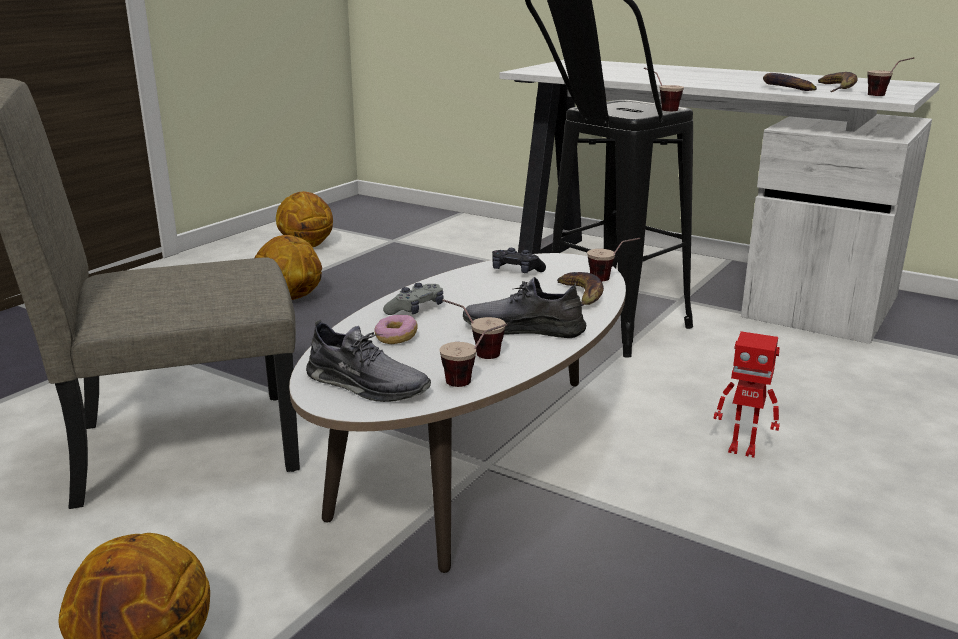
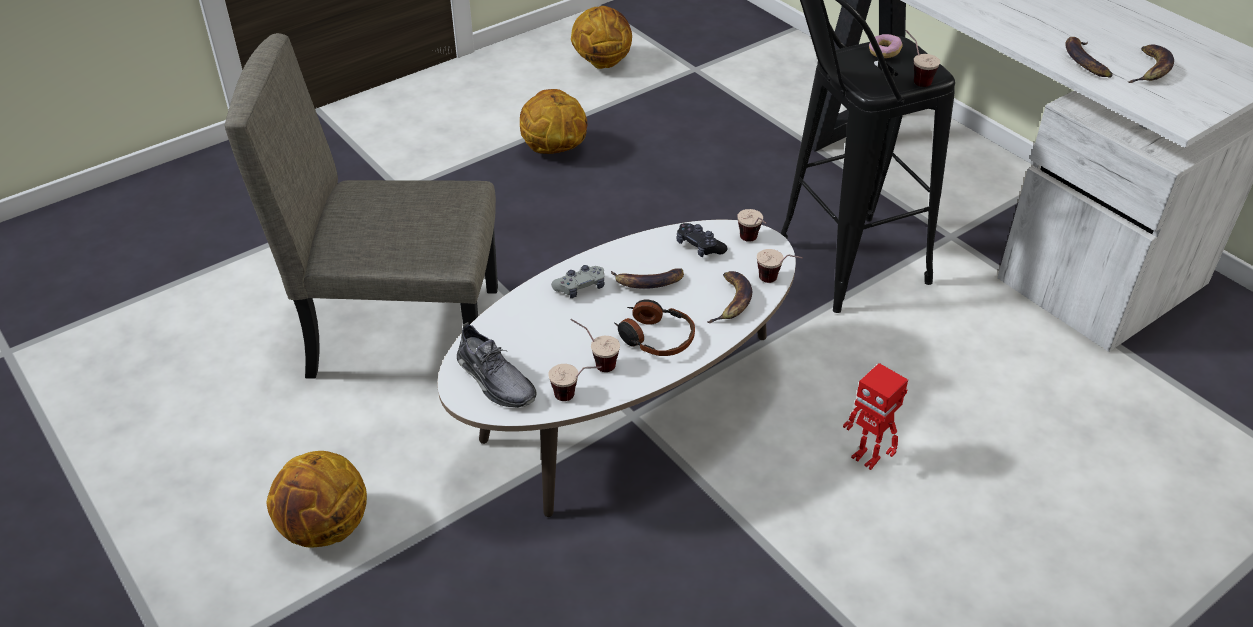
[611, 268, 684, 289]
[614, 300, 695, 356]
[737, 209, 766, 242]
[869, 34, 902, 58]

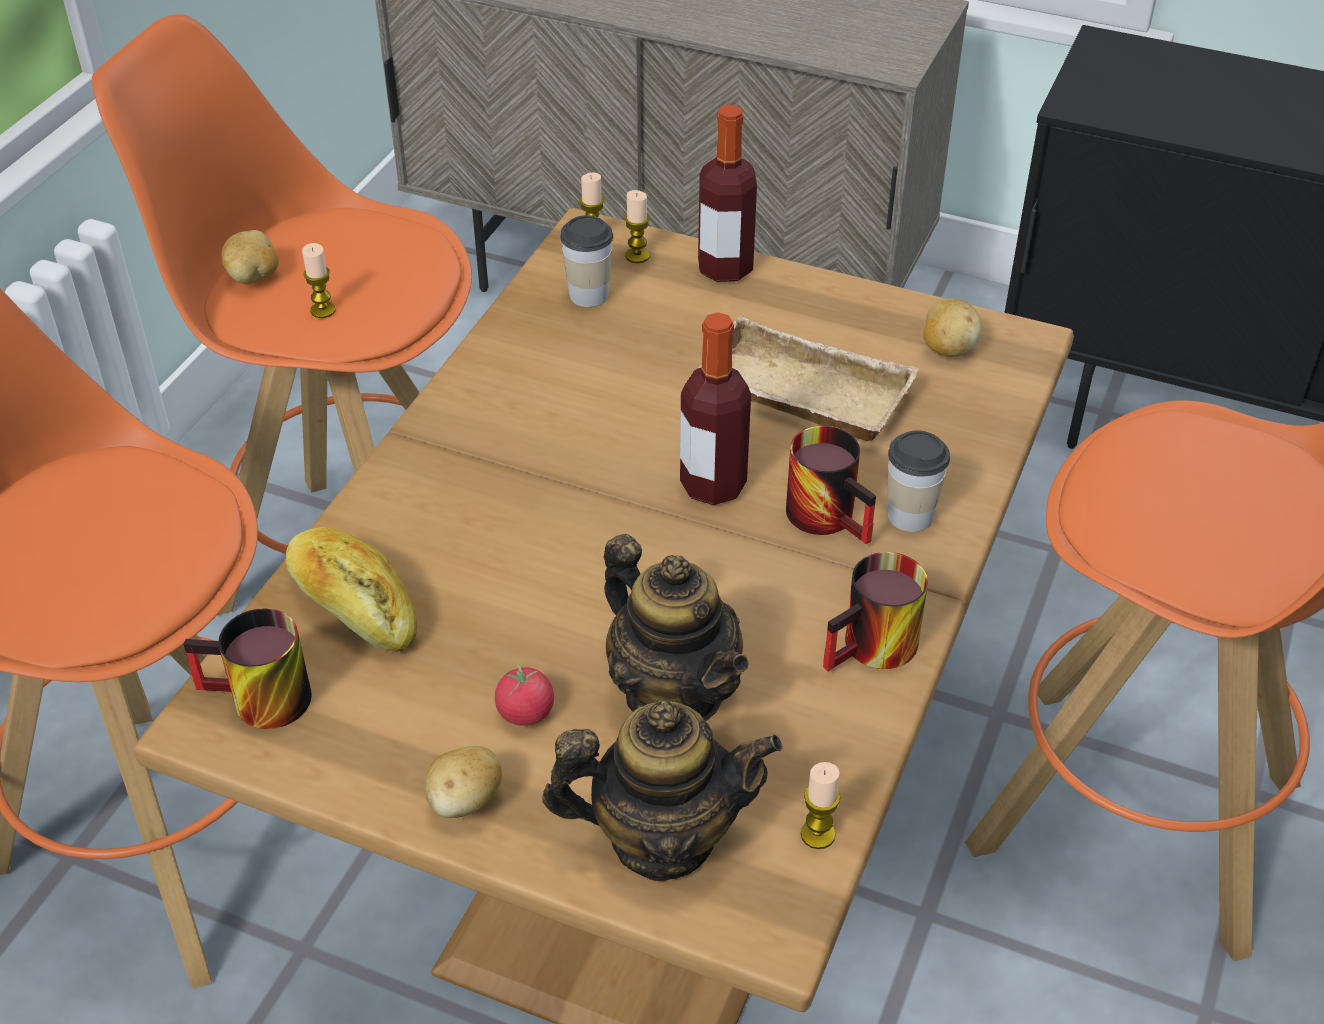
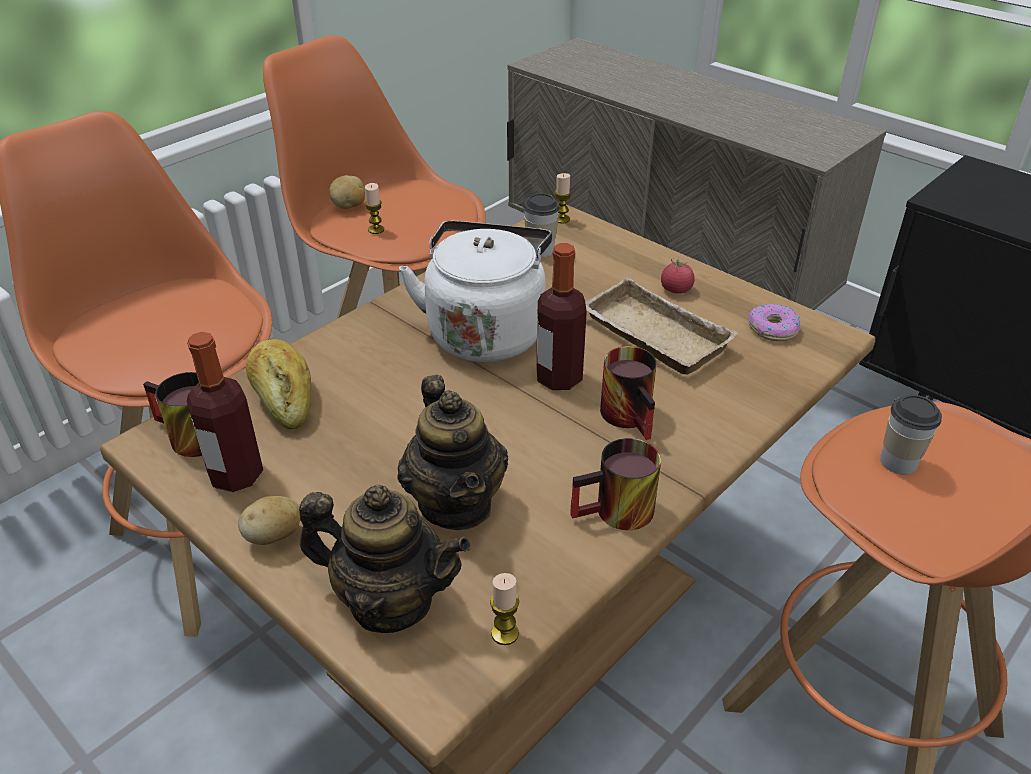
[187, 332, 263, 492]
[399, 221, 552, 363]
[661, 257, 695, 294]
[748, 304, 800, 341]
[880, 395, 942, 475]
[624, 190, 650, 263] (first image)

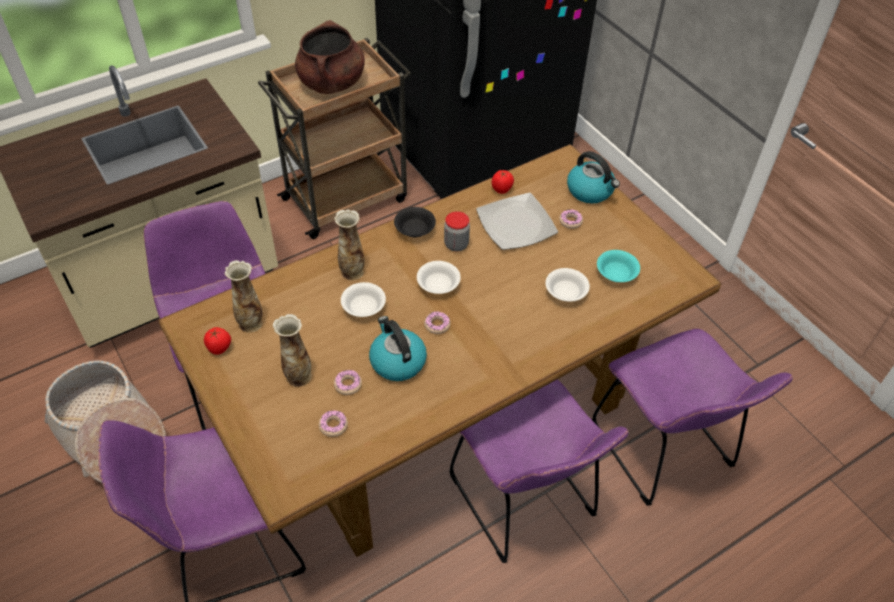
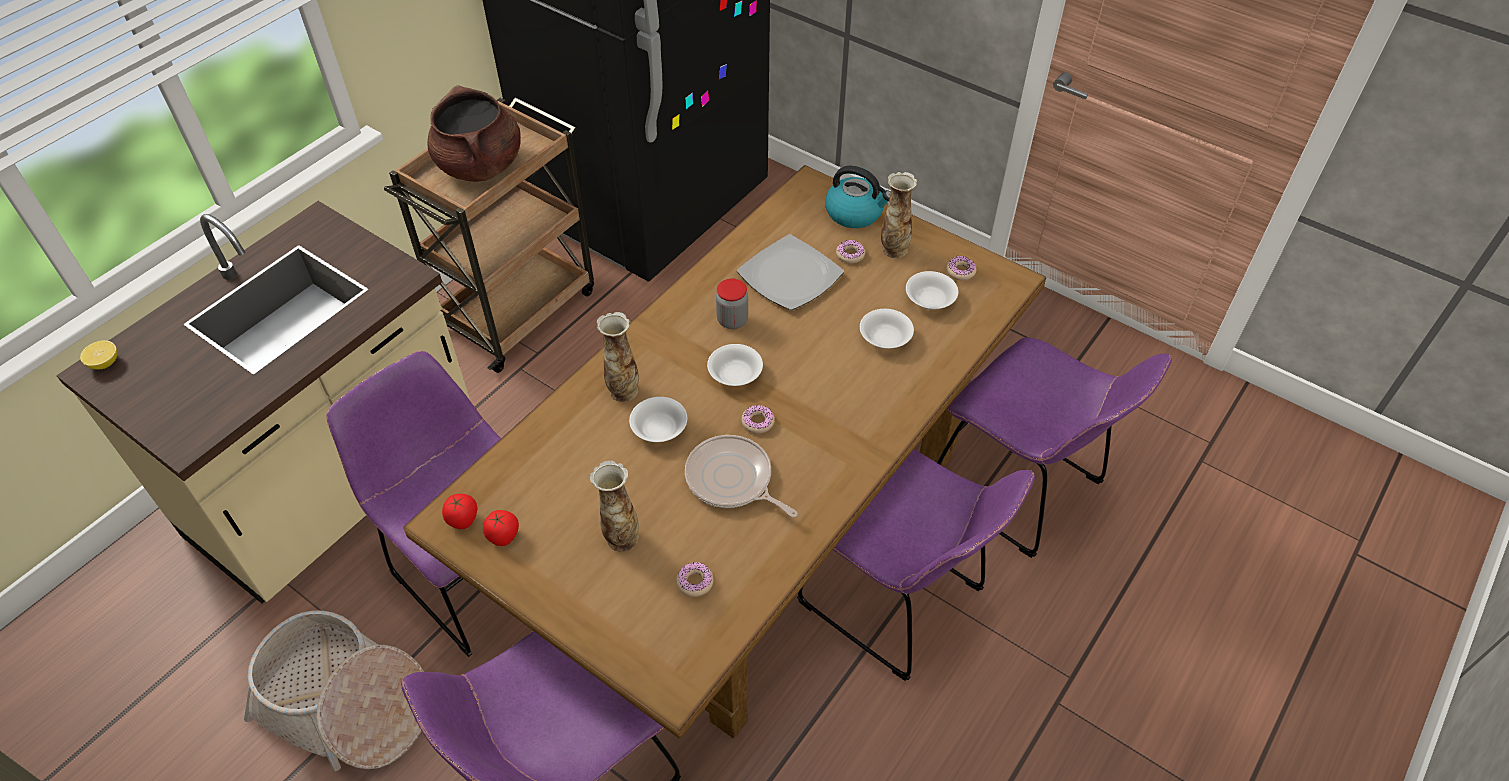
[80, 340, 117, 369]
[442, 494, 477, 529]
[685, 435, 798, 517]
[881, 172, 917, 258]
[906, 271, 958, 310]
[946, 256, 976, 281]
[394, 207, 436, 237] (first image)

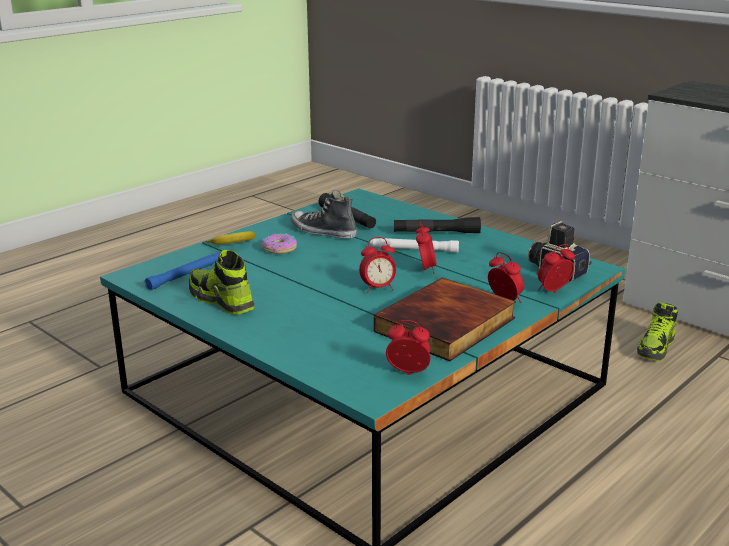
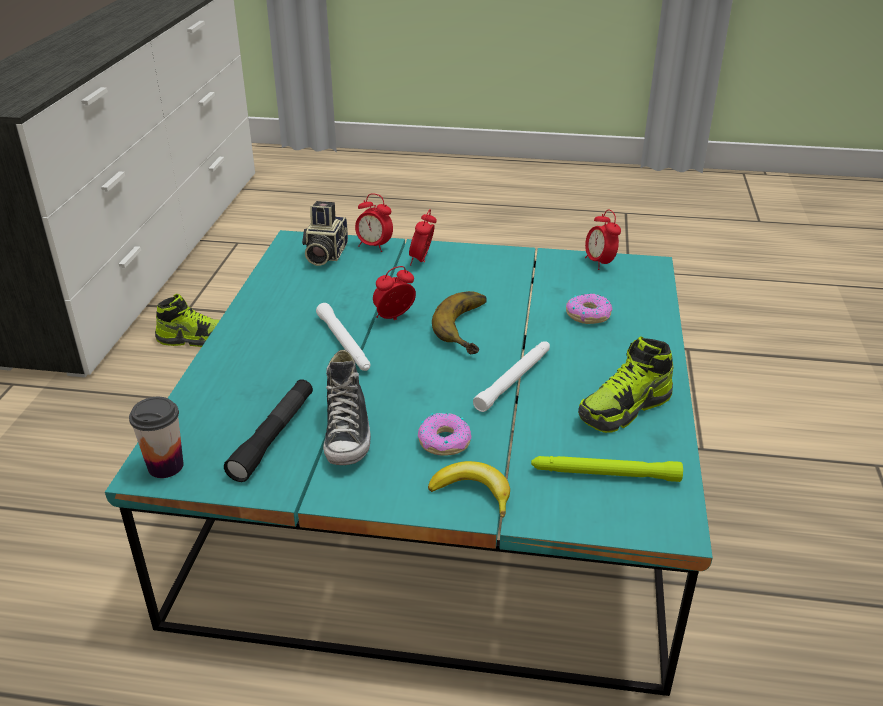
[129, 397, 184, 478]
[432, 291, 486, 354]
[473, 341, 550, 412]
[531, 456, 683, 482]
[566, 293, 613, 324]
[578, 336, 674, 433]
[374, 277, 516, 362] (first image)
[394, 217, 481, 233] (first image)

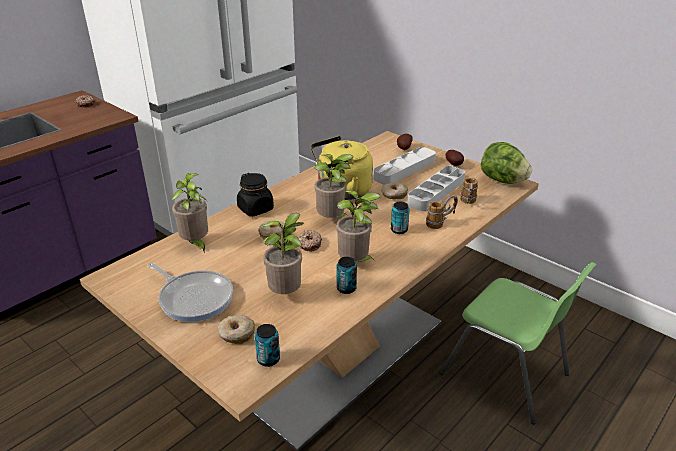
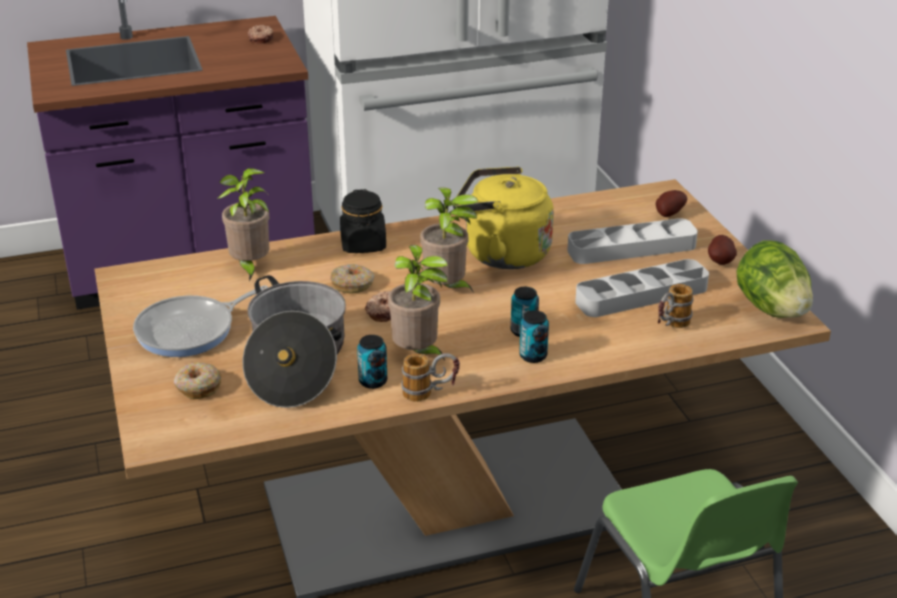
[133, 285, 269, 357]
[243, 275, 346, 408]
[401, 353, 460, 402]
[519, 310, 549, 363]
[381, 182, 408, 199] (first image)

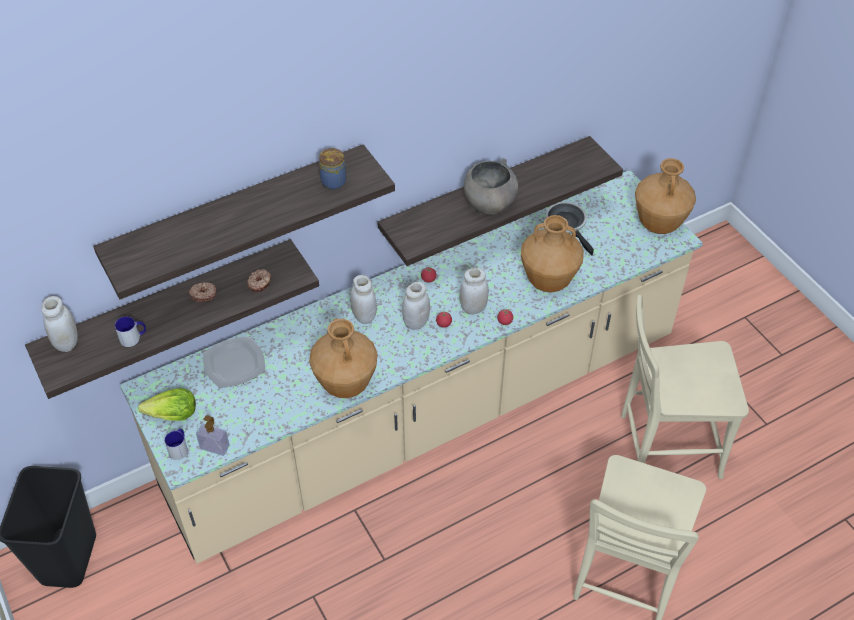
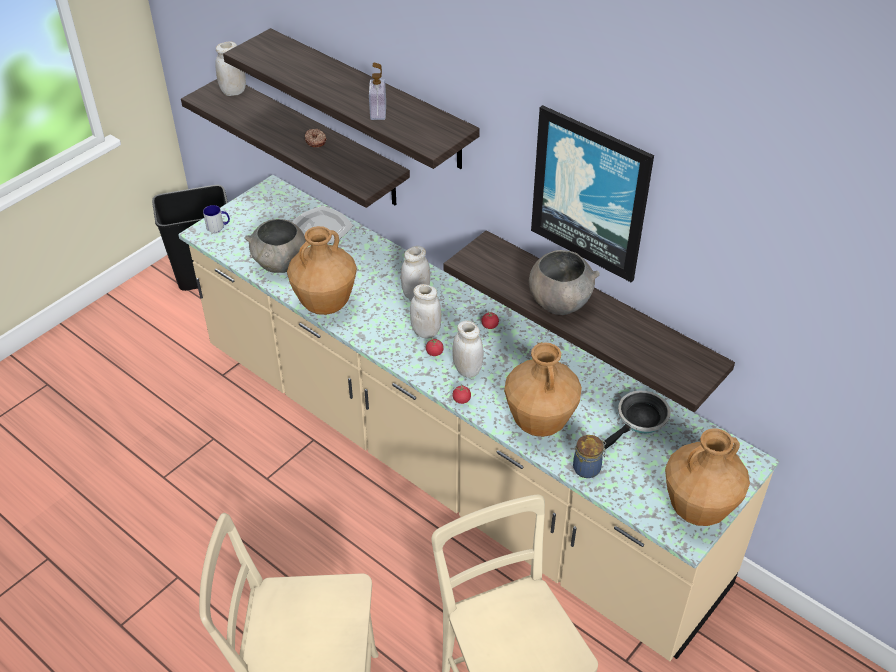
[244, 219, 306, 273]
[369, 62, 386, 120]
[531, 105, 654, 283]
[573, 435, 606, 478]
[115, 317, 146, 347] (first image)
[138, 388, 196, 421] (first image)
[247, 269, 271, 292] (first image)

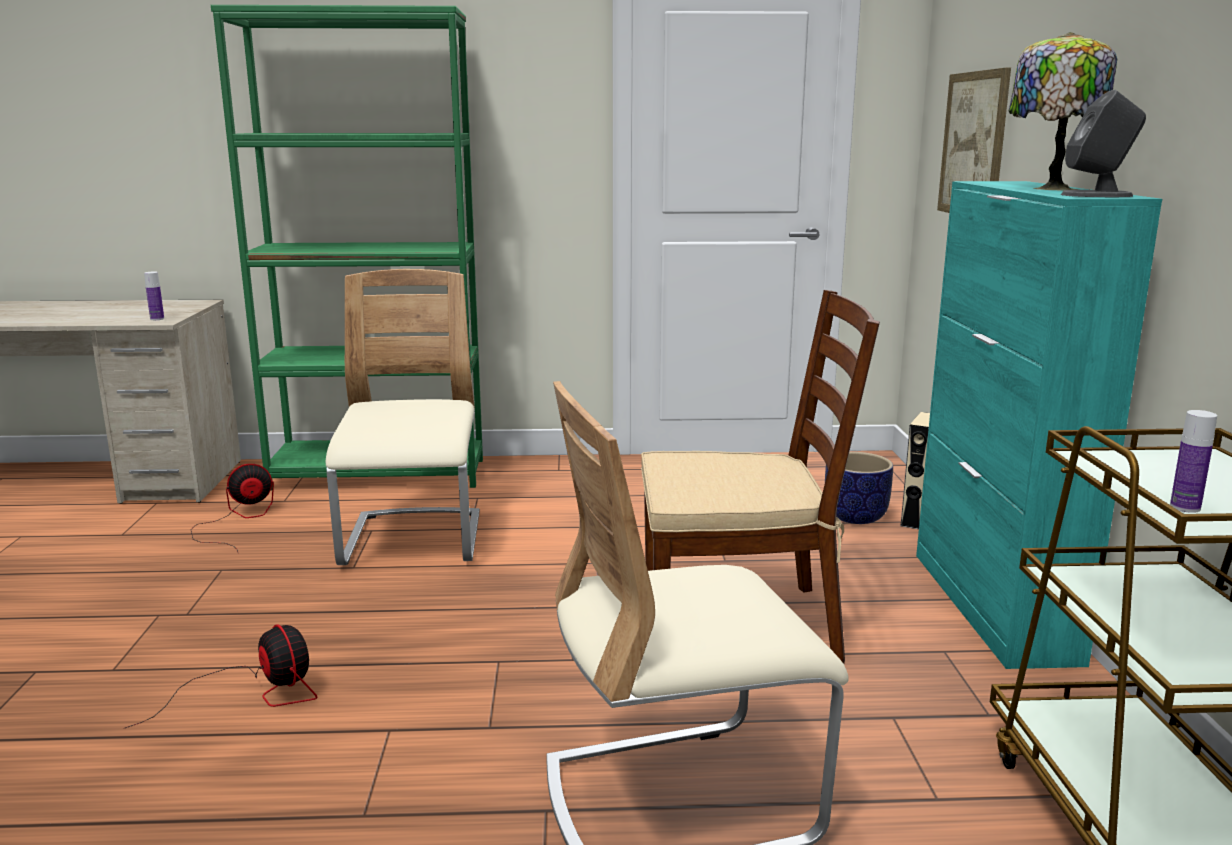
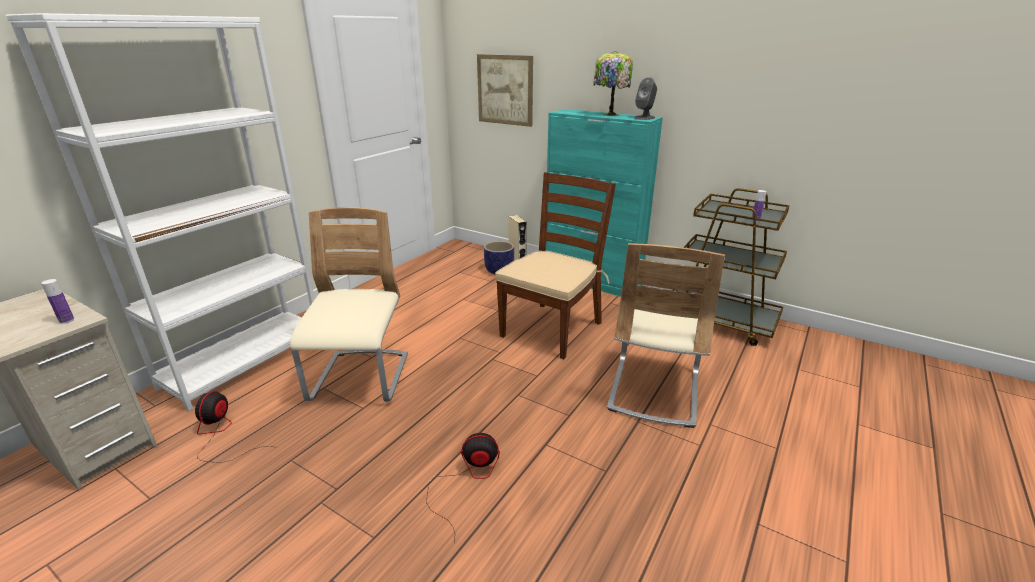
[6, 13, 315, 411]
[290, 207, 408, 401]

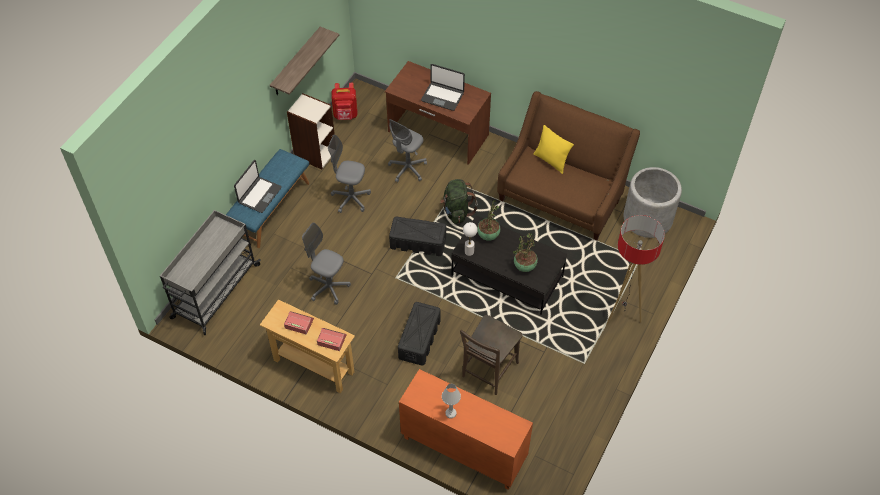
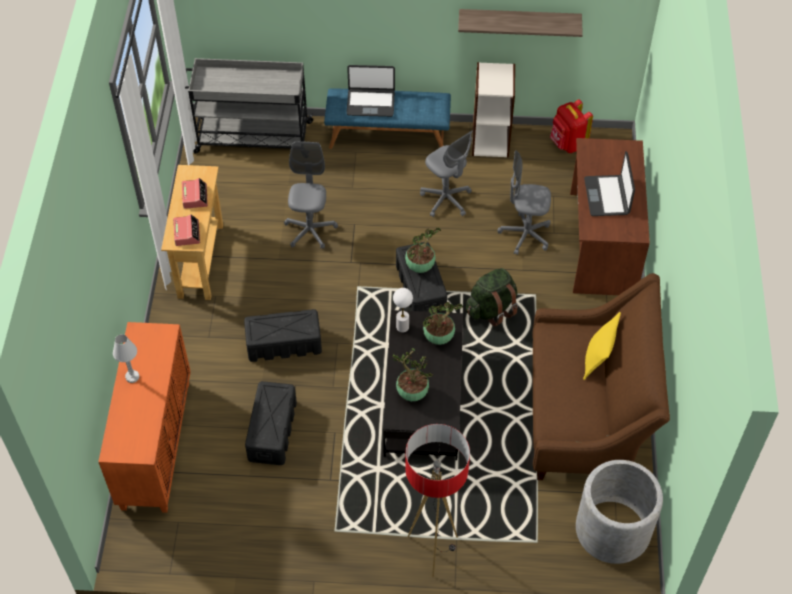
[245, 381, 297, 465]
[405, 228, 441, 273]
[420, 131, 472, 217]

